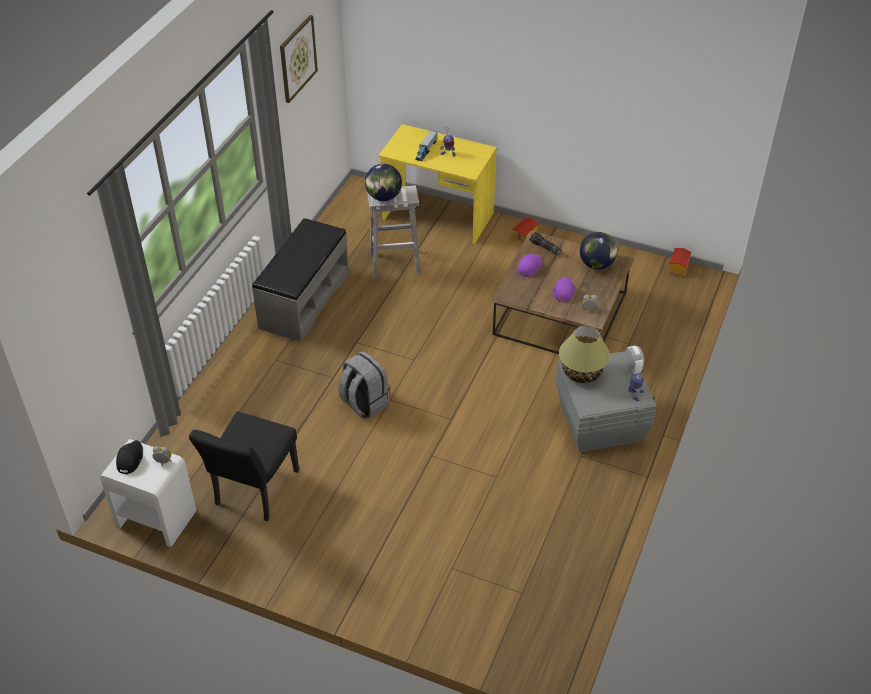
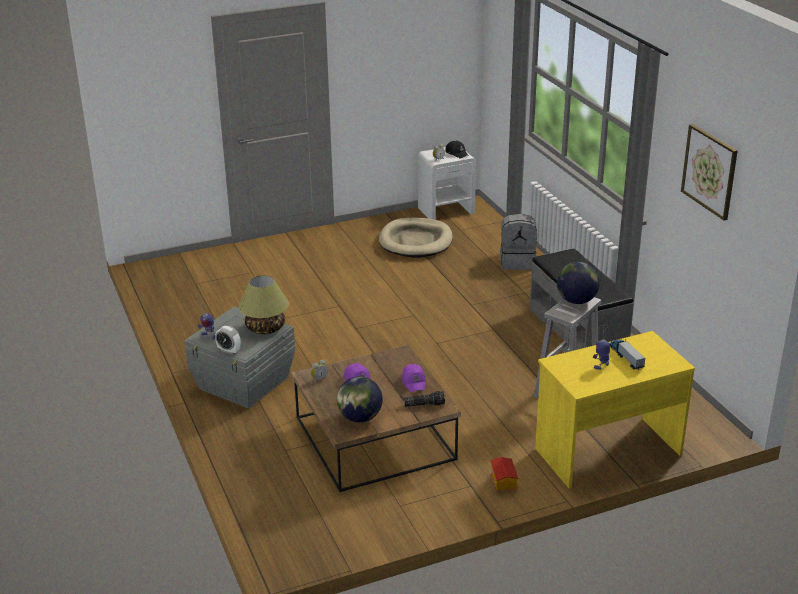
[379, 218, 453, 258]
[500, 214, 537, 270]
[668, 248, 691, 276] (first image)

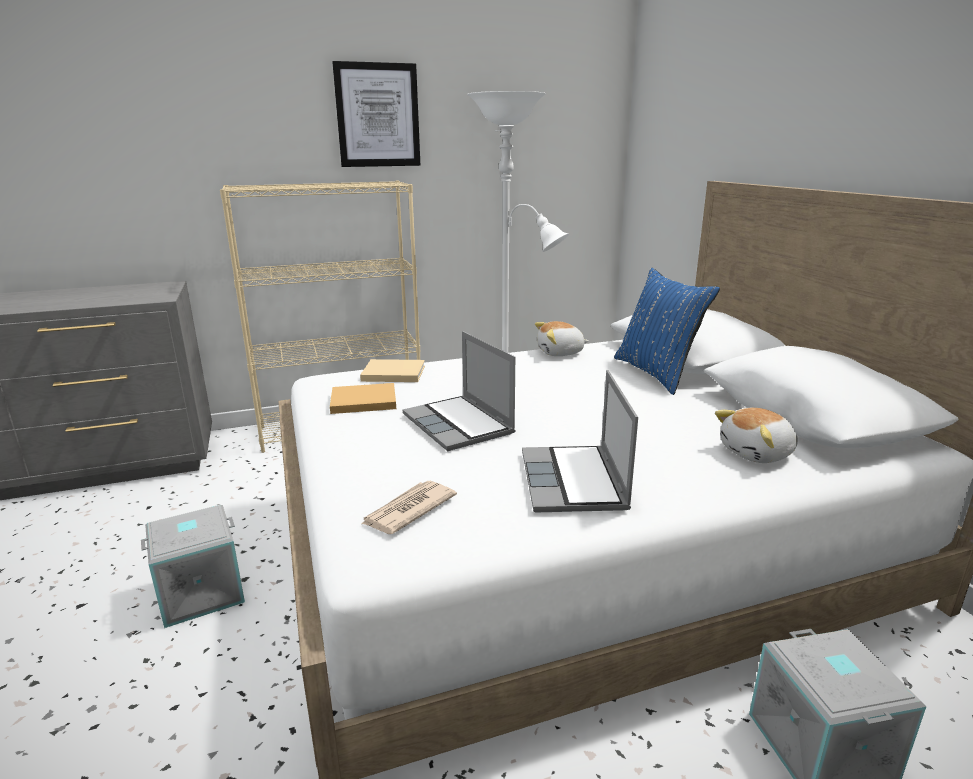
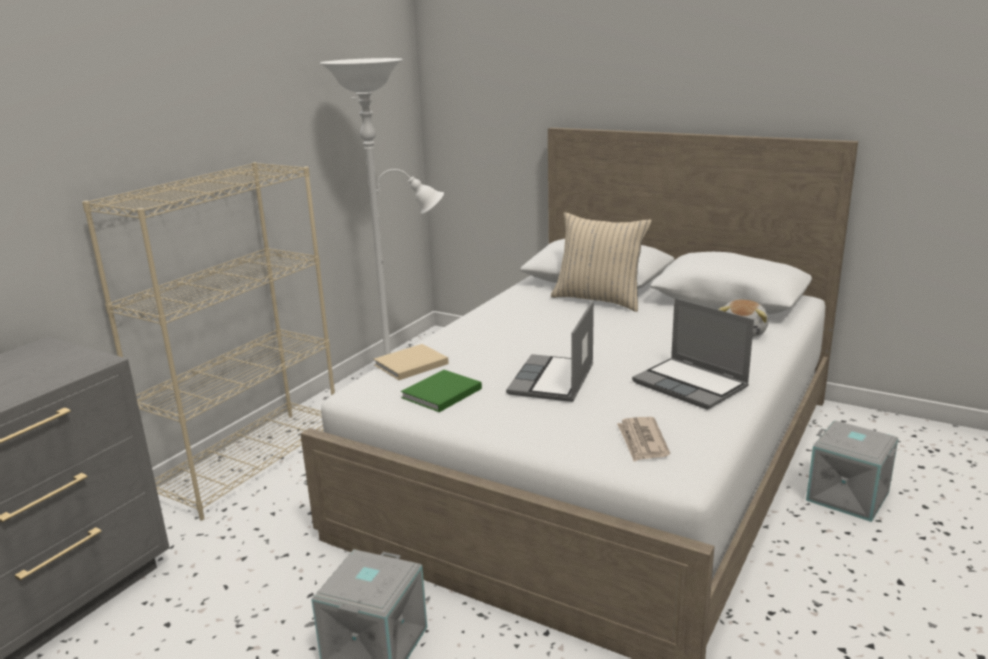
[401, 370, 482, 412]
[506, 301, 594, 402]
[551, 212, 652, 312]
[332, 61, 420, 167] (first image)
[535, 321, 589, 356] (first image)

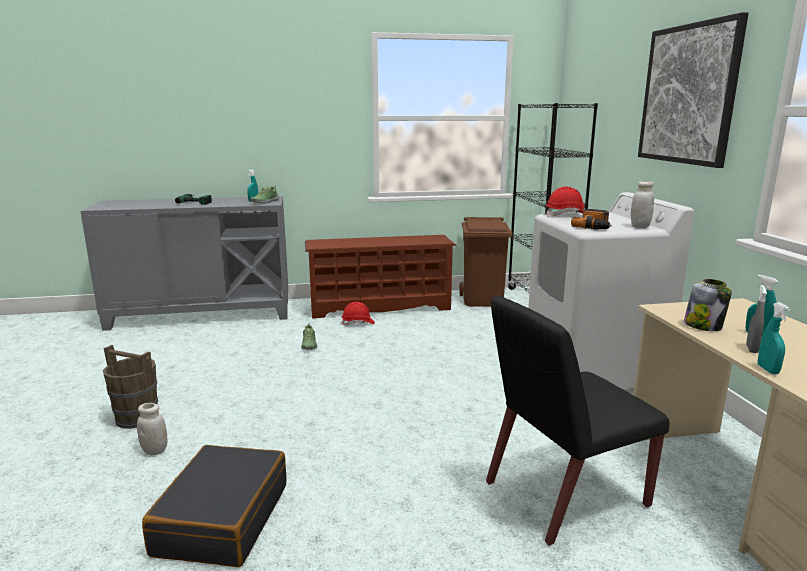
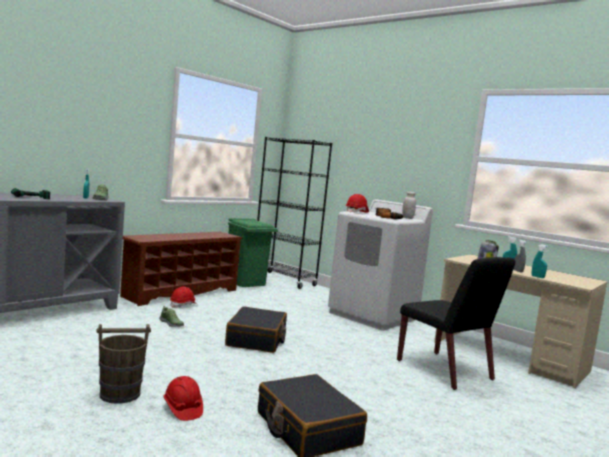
[163, 376, 203, 421]
[225, 306, 287, 353]
[228, 218, 278, 287]
[397, 257, 515, 390]
[638, 12, 749, 168] (first image)

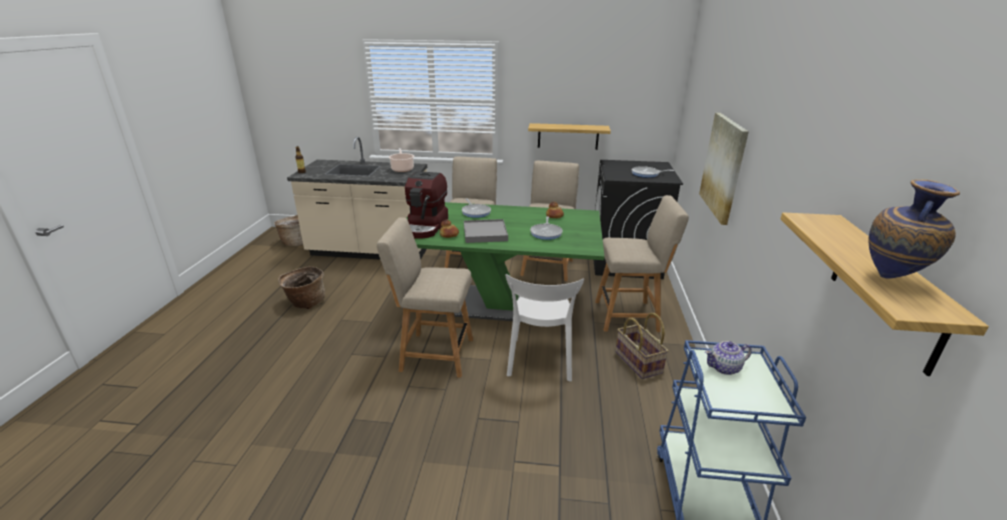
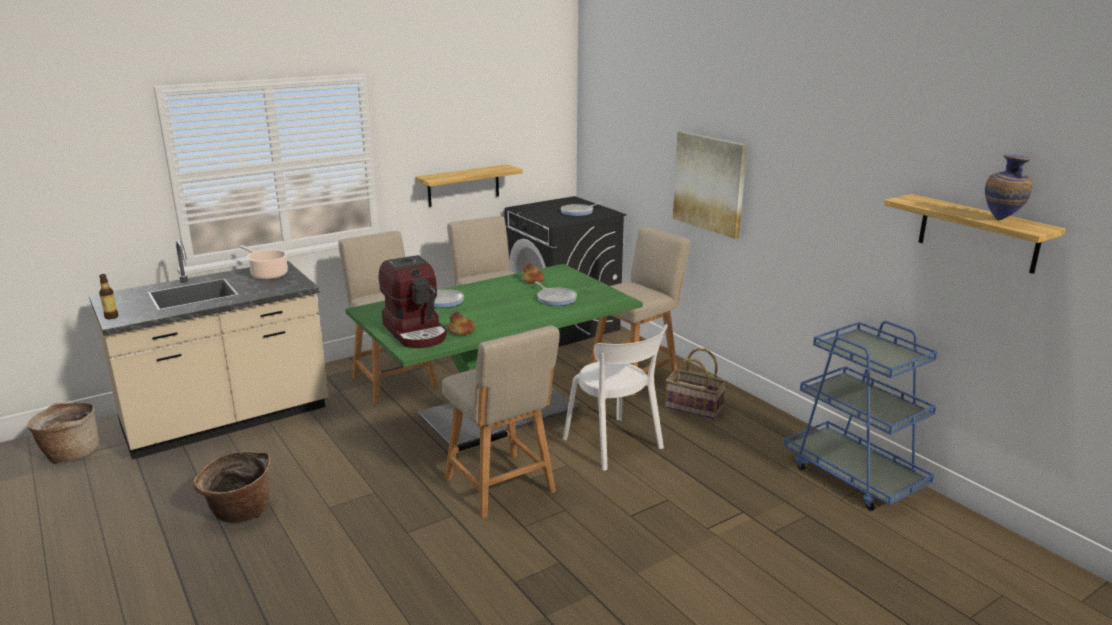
[442, 325, 560, 519]
[464, 219, 508, 243] (first image)
[705, 341, 752, 375] (first image)

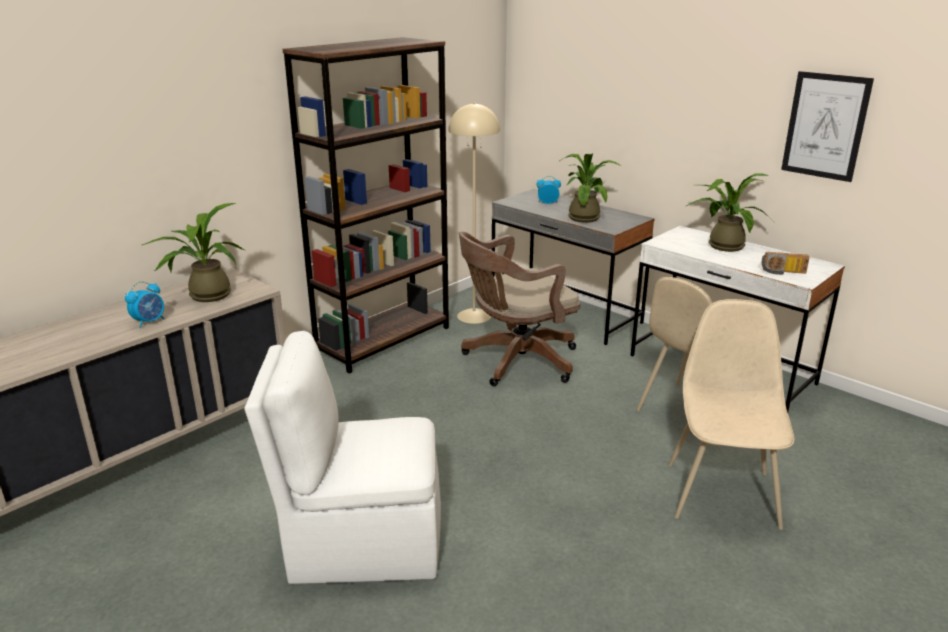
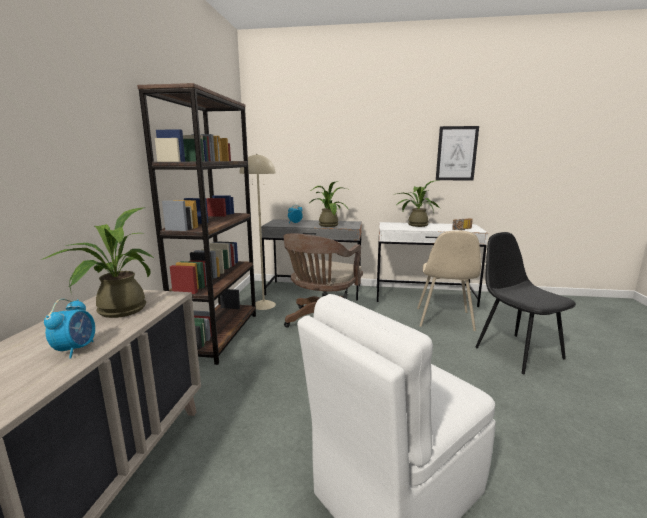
[475, 232, 576, 374]

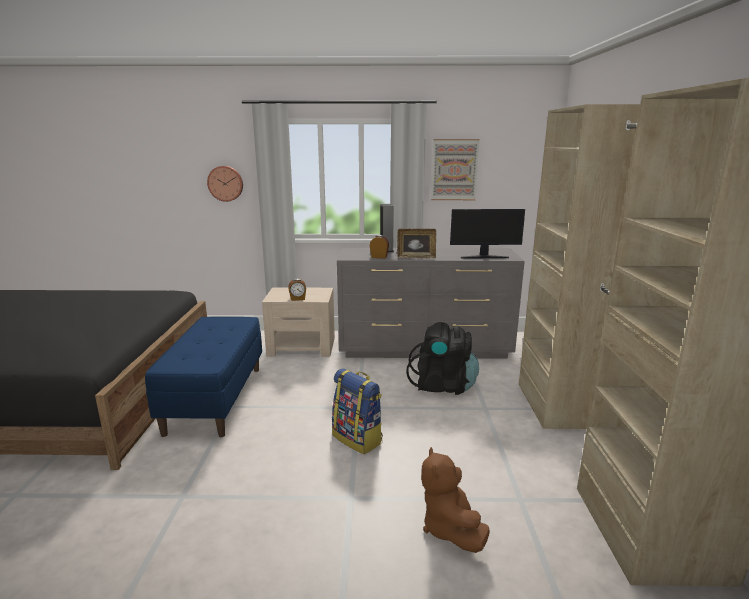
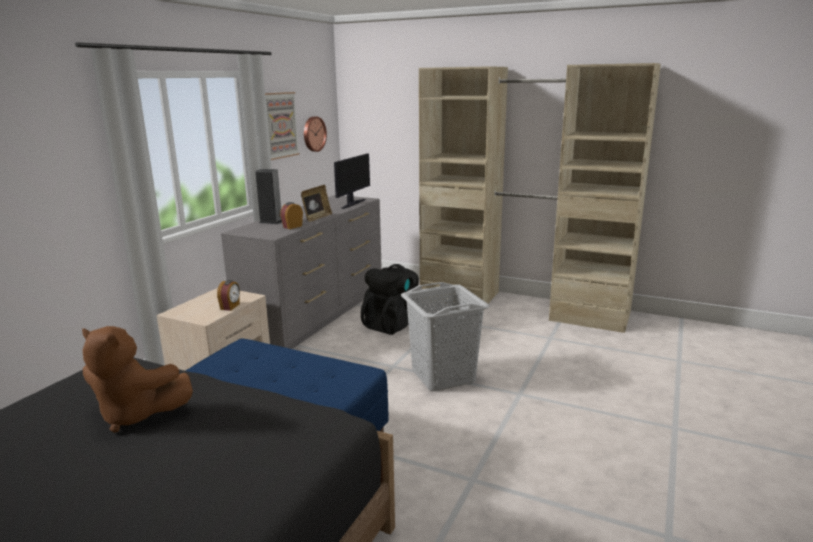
[82, 326, 193, 433]
[304, 117, 327, 152]
[401, 282, 490, 391]

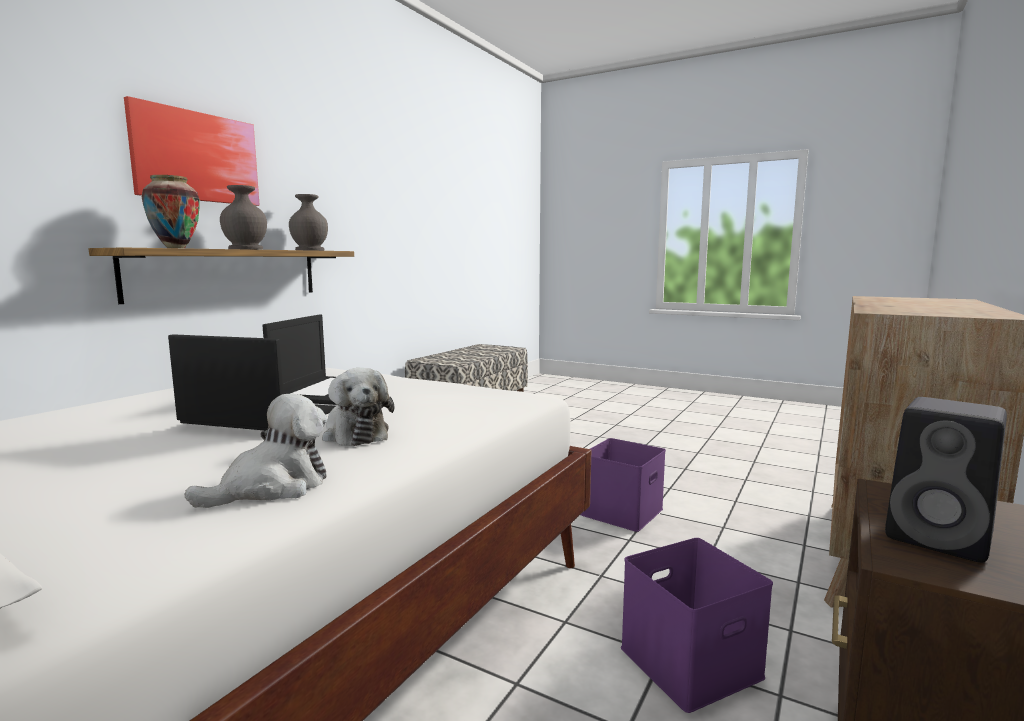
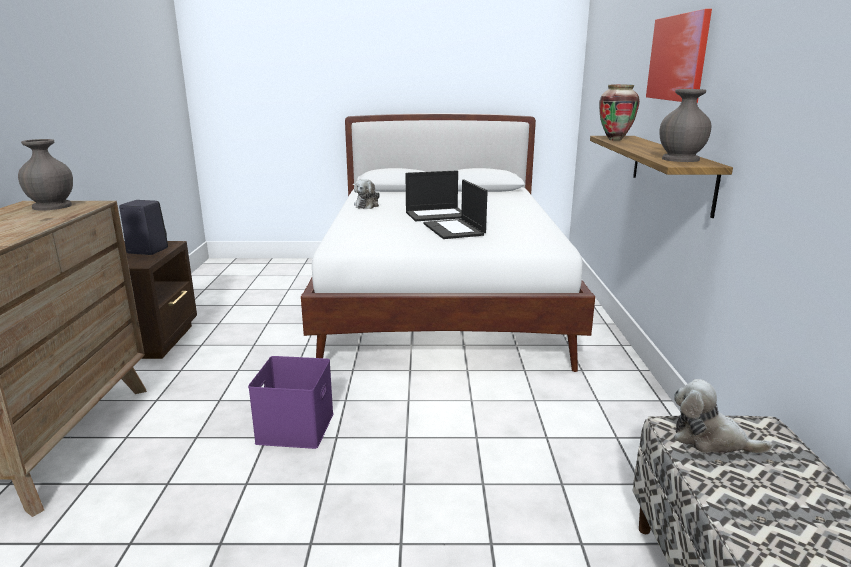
[18, 139, 73, 211]
[674, 379, 773, 454]
[621, 538, 773, 713] (first image)

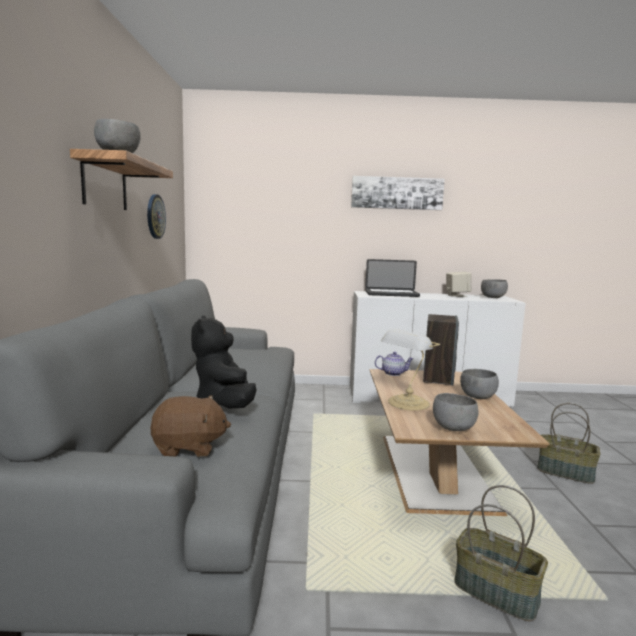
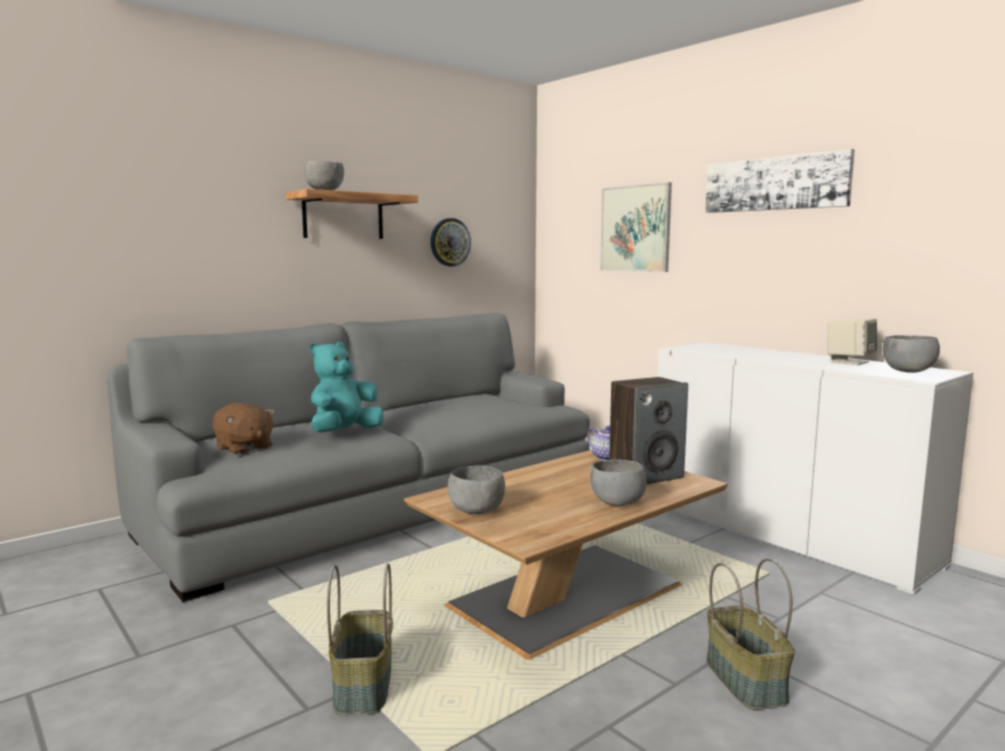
[310, 342, 384, 433]
[600, 182, 672, 272]
[365, 259, 420, 297] (first image)
[381, 329, 440, 411] (first image)

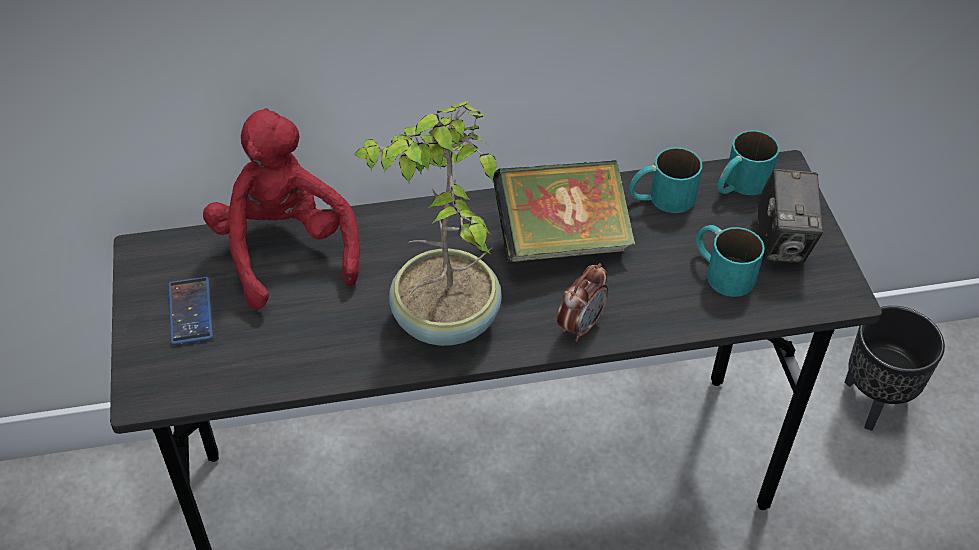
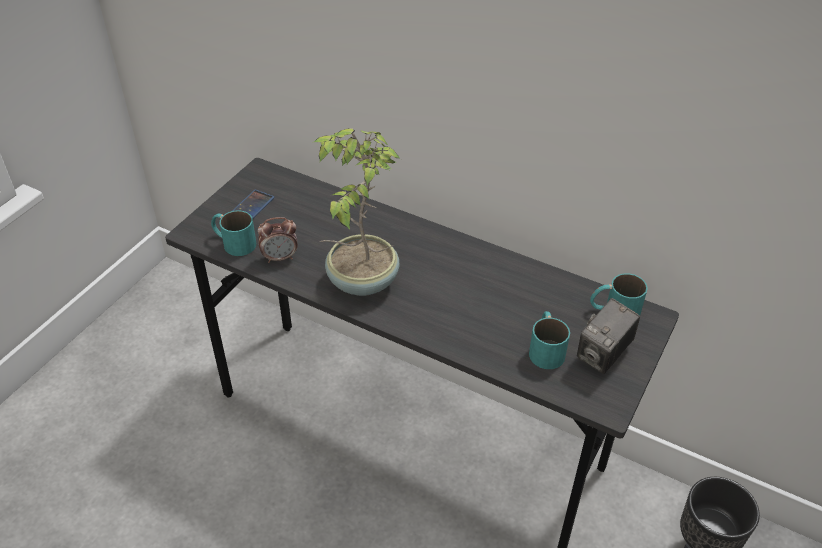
[211, 210, 256, 256]
[258, 217, 297, 263]
[203, 108, 360, 310] (first image)
[493, 160, 635, 262] (first image)

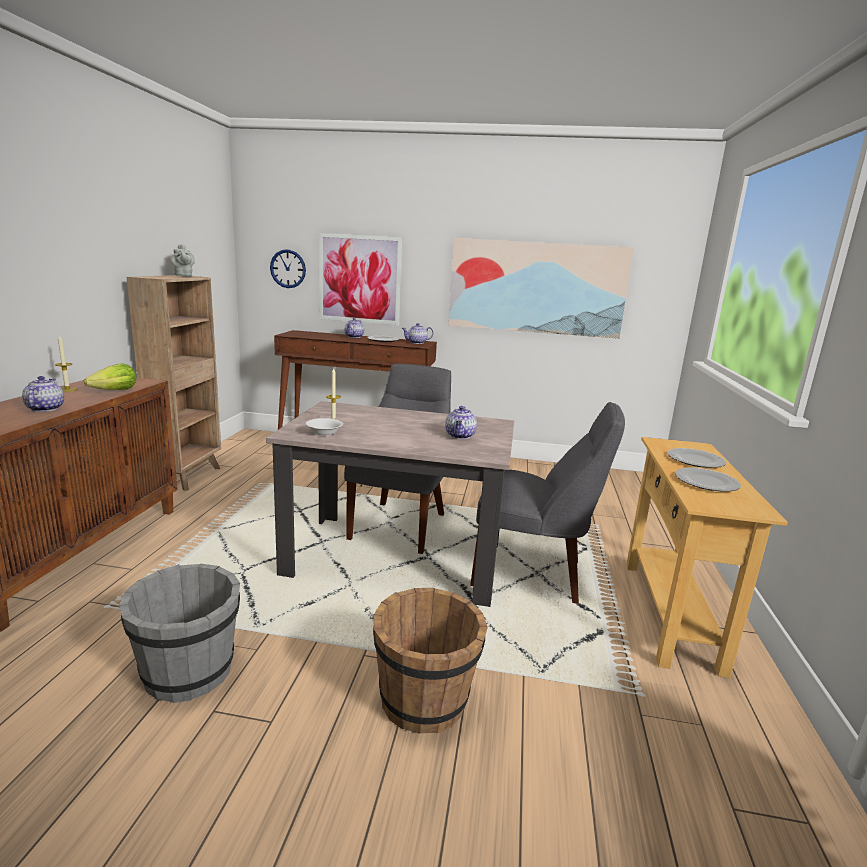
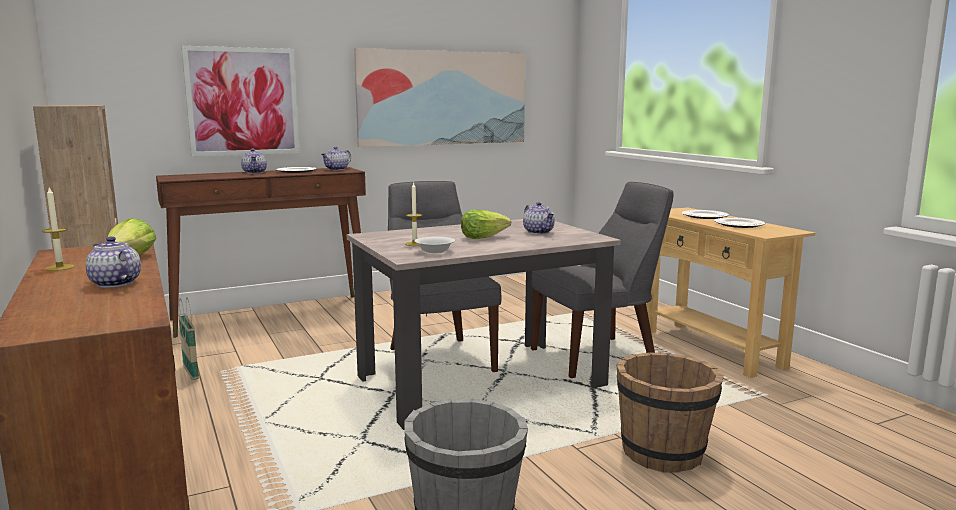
[178, 297, 199, 380]
[461, 209, 511, 239]
[171, 244, 195, 277] (first image)
[270, 249, 306, 288] (first image)

